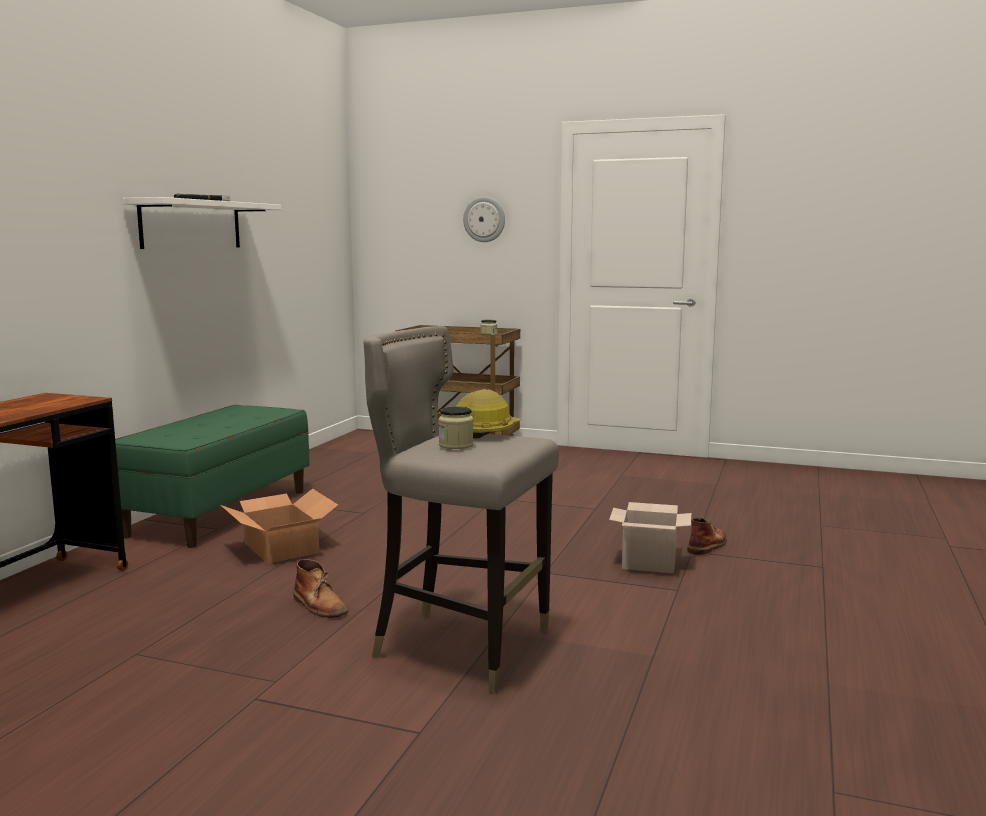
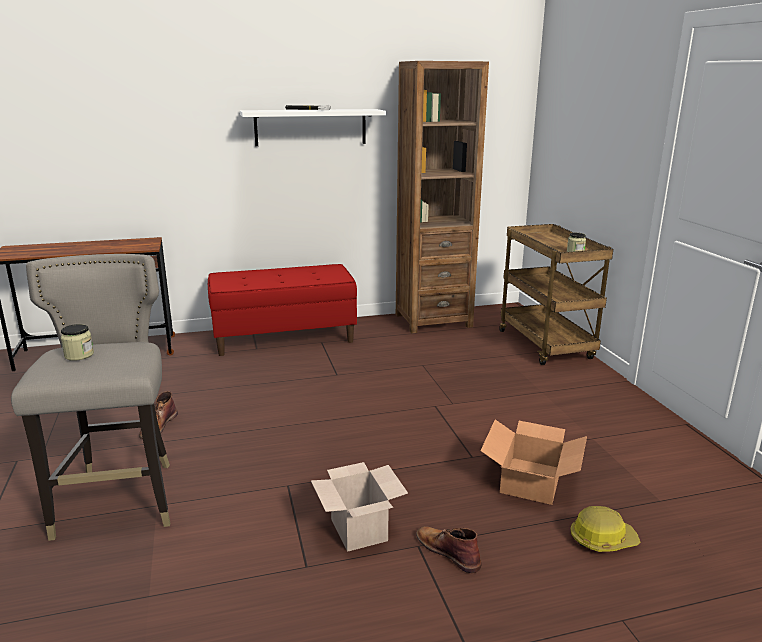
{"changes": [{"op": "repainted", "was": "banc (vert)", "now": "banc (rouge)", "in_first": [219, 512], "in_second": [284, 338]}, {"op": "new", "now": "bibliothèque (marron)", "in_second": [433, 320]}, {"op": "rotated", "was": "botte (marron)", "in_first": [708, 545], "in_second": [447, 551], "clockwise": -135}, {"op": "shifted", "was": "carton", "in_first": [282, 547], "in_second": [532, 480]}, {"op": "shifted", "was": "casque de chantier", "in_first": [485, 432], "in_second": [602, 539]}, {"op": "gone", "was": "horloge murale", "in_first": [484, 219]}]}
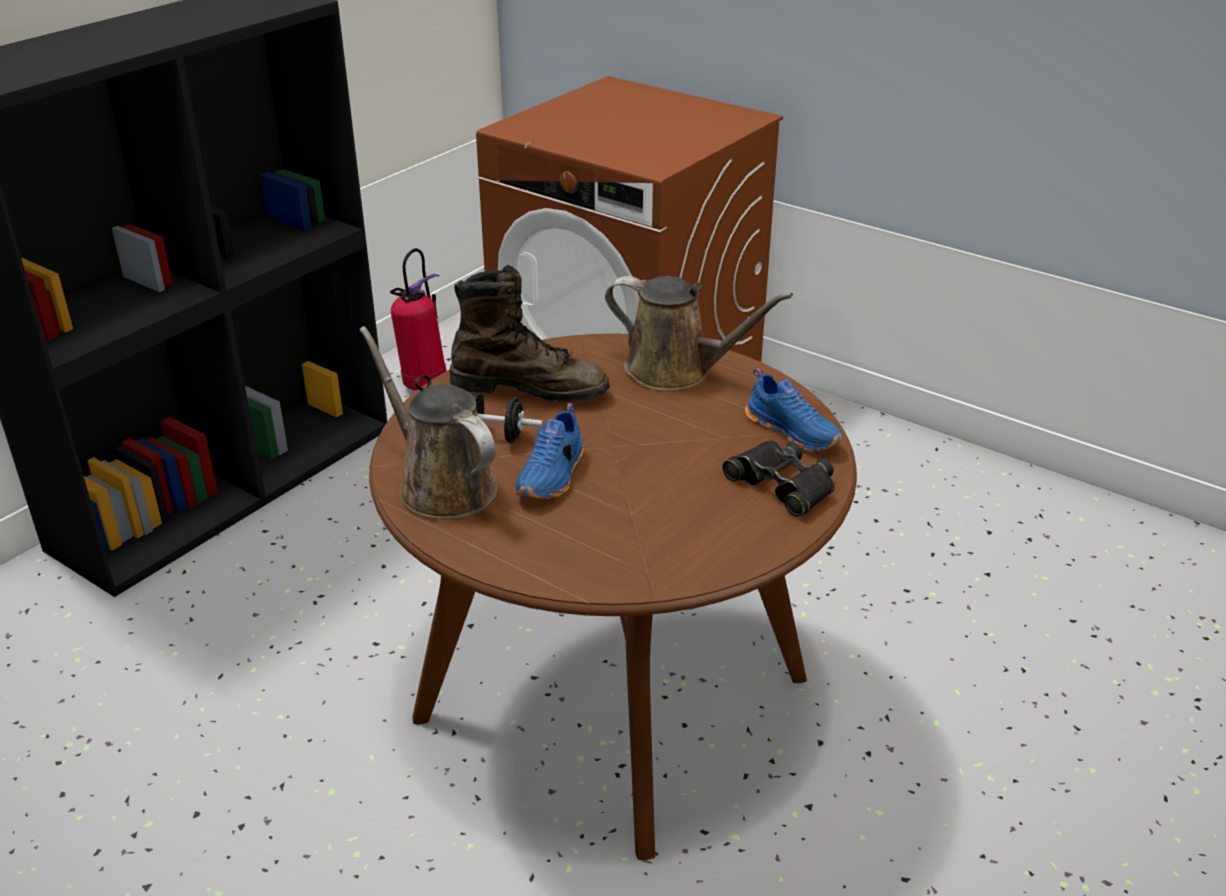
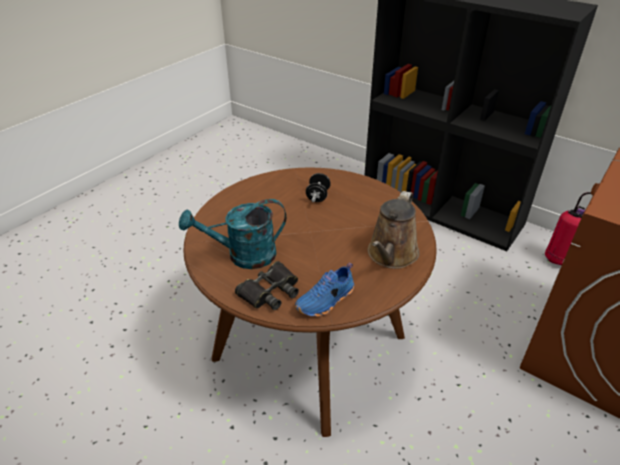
{"changes": [{"op": "new", "now": "arrosoir (turquoise)", "in_second": [243, 256]}, {"op": "gone", "was": "arrosoir (marron)", "in_first": [441, 485]}, {"op": "gone", "was": "botte (marron)", "in_first": [530, 388]}, {"op": "gone", "was": "chaussure (bleu)", "in_first": [553, 476]}]}
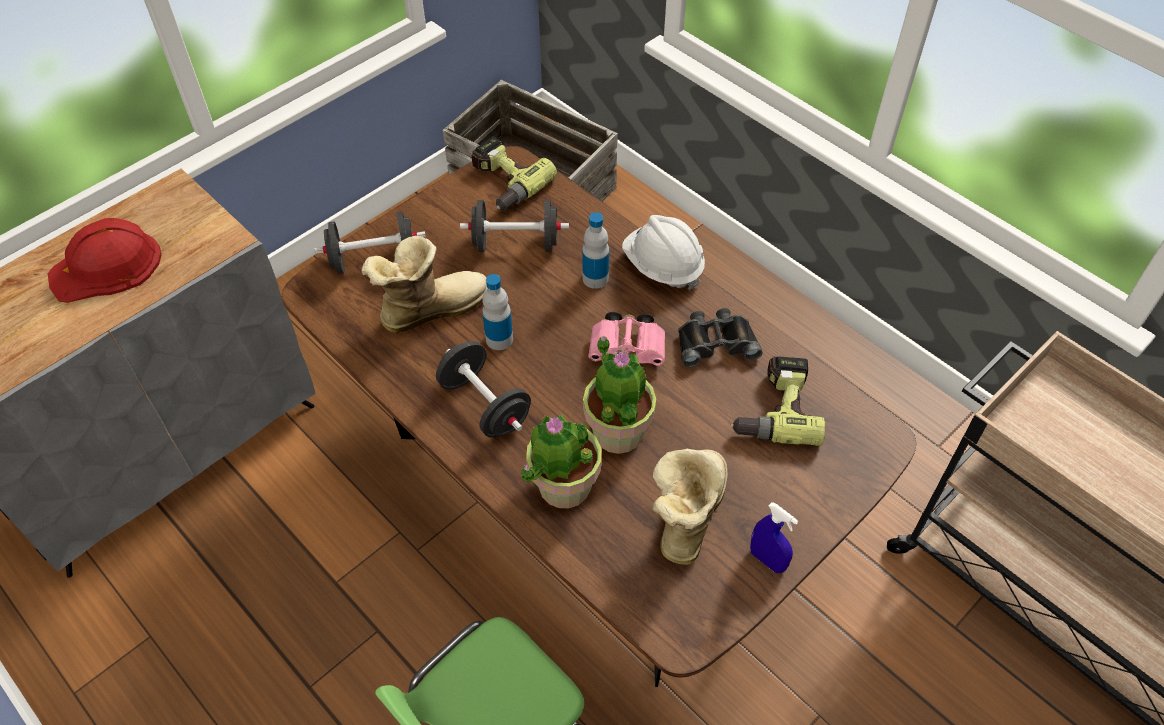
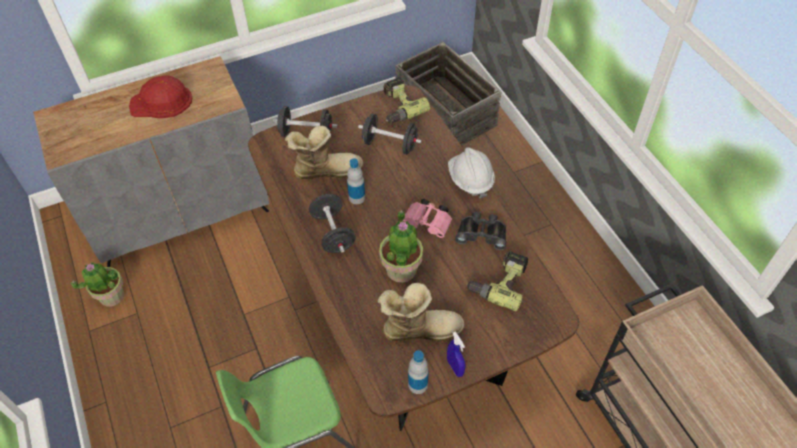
{"changes": [{"op": "shifted", "was": "plante en pot", "in_first": [563, 486], "in_second": [111, 296]}, {"op": "rotated", "was": "botte", "in_first": [686, 515], "in_second": [419, 328], "clockwise": 45}, {"op": "shifted", "was": "bouteille", "in_first": [595, 278], "in_second": [418, 384]}]}
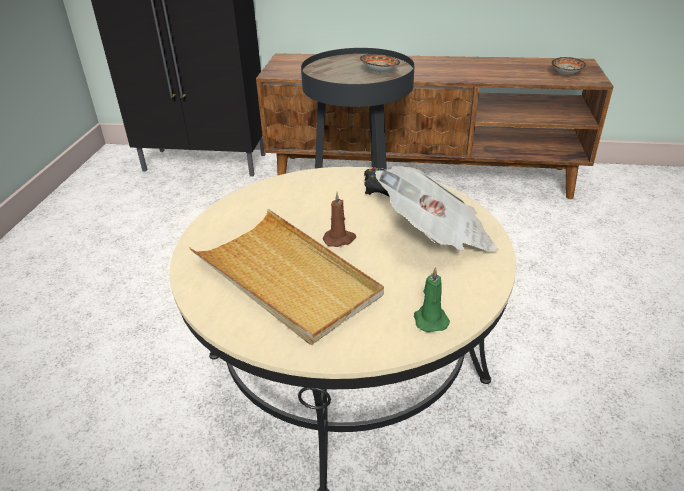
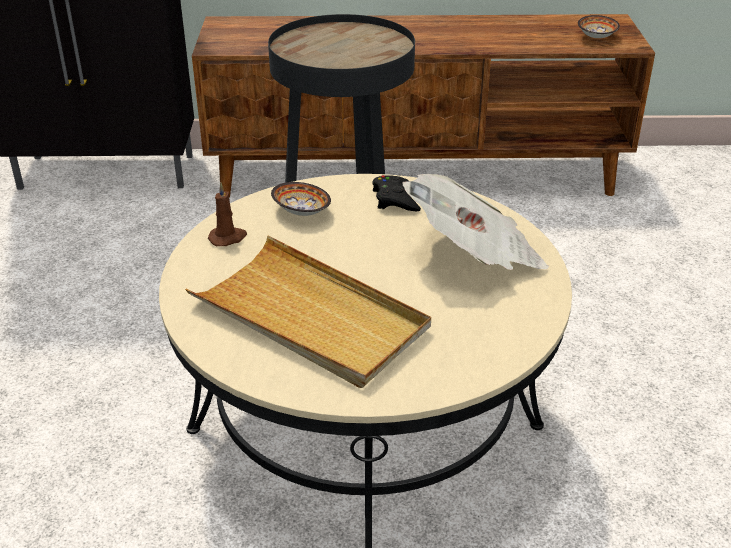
{"changes": [{"op": "shifted", "was": "bougie (marron)", "in_first": [340, 239], "in_second": [228, 238]}, {"op": "shifted", "was": "bol", "in_first": [379, 72], "in_second": [301, 212]}, {"op": "gone", "was": "bougie (vert)", "in_first": [430, 319]}]}
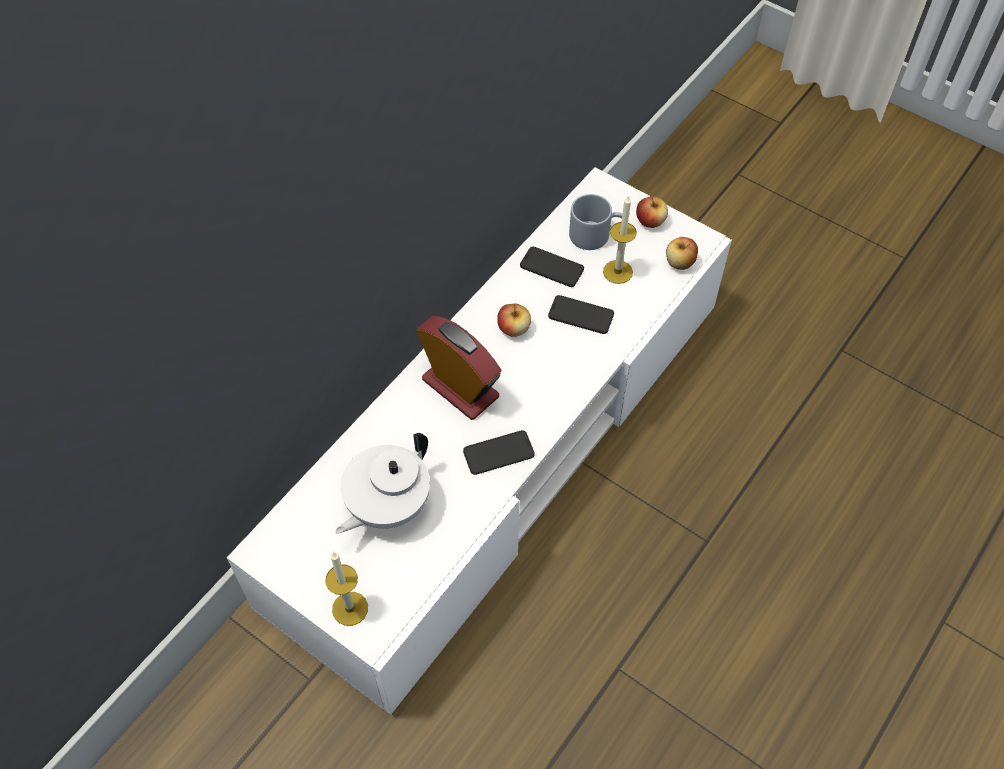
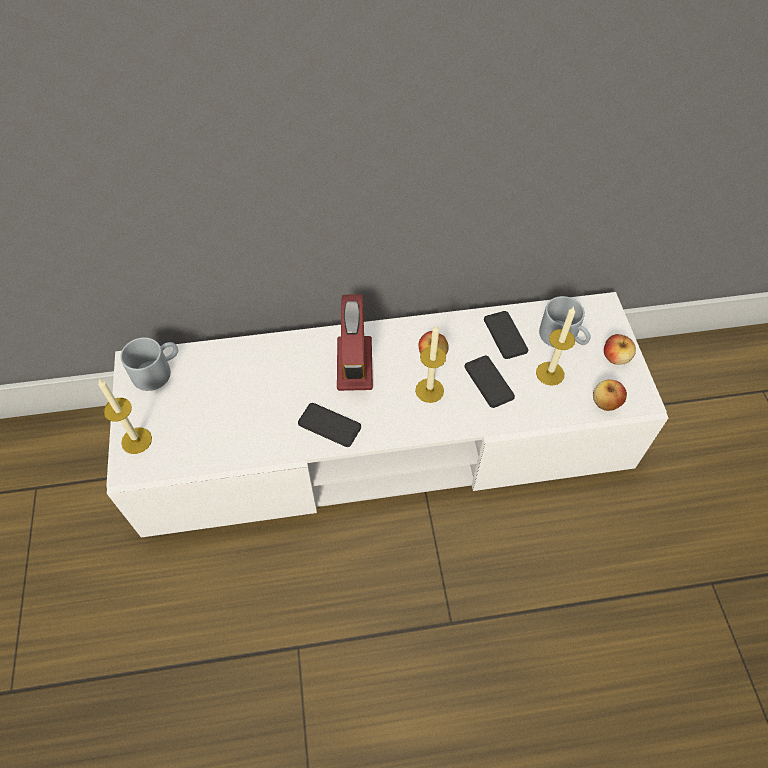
{"changes": [{"op": "new", "now": "mug (gris)", "in_second": [157, 370]}, {"op": "new", "now": "bougie", "in_second": [429, 390]}, {"op": "gone", "was": "théière (blanc)", "in_first": [387, 505]}]}
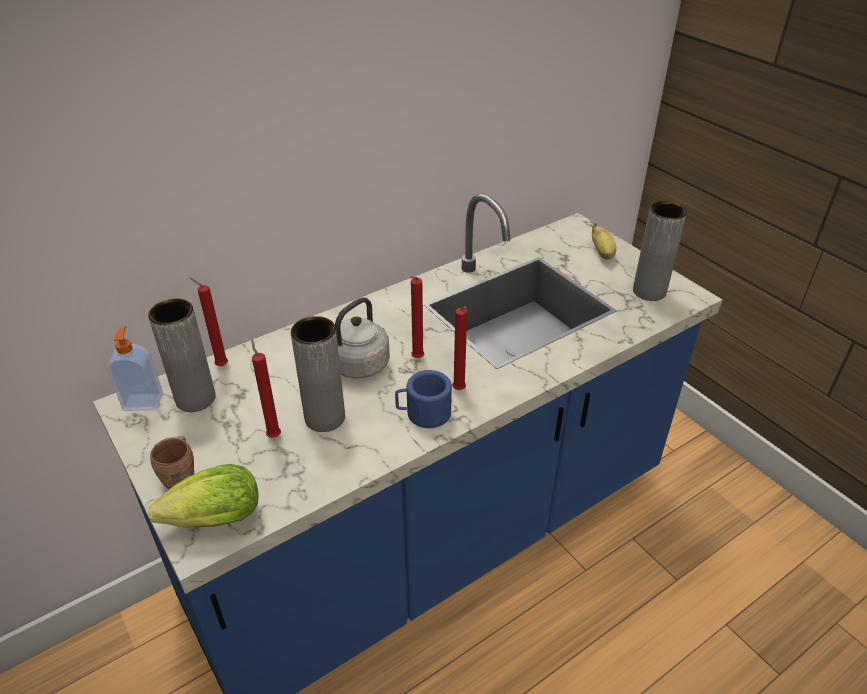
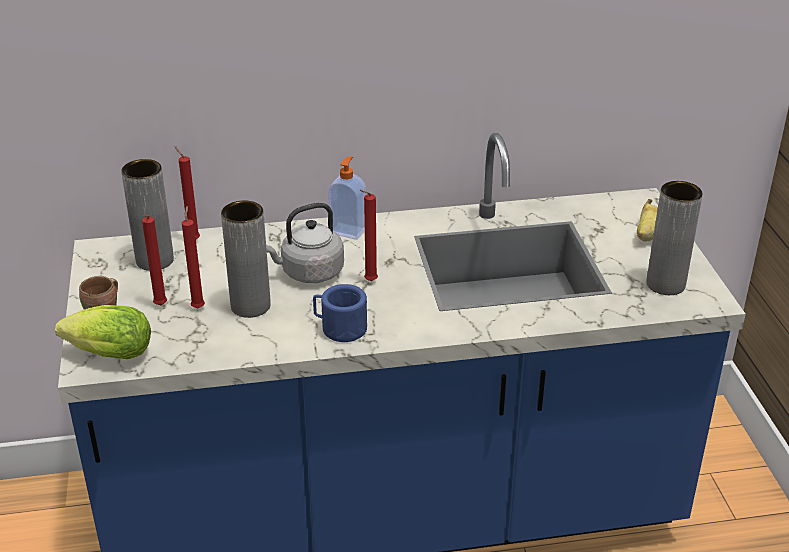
{"changes": [{"op": "shifted", "was": "bougie (rouge)", "in_first": [459, 391], "in_second": [160, 306]}, {"op": "shifted", "was": "distributeur de savon", "in_first": [143, 401], "in_second": [348, 231]}]}
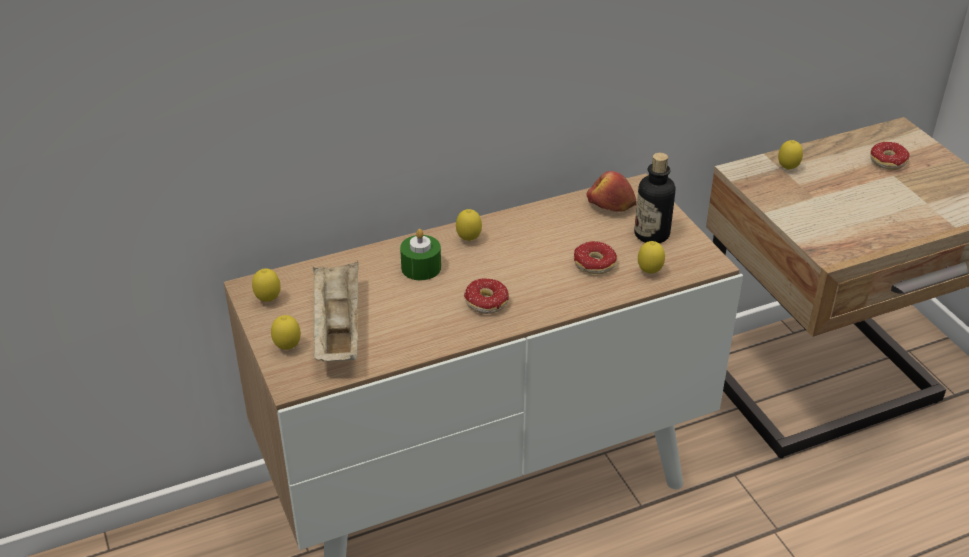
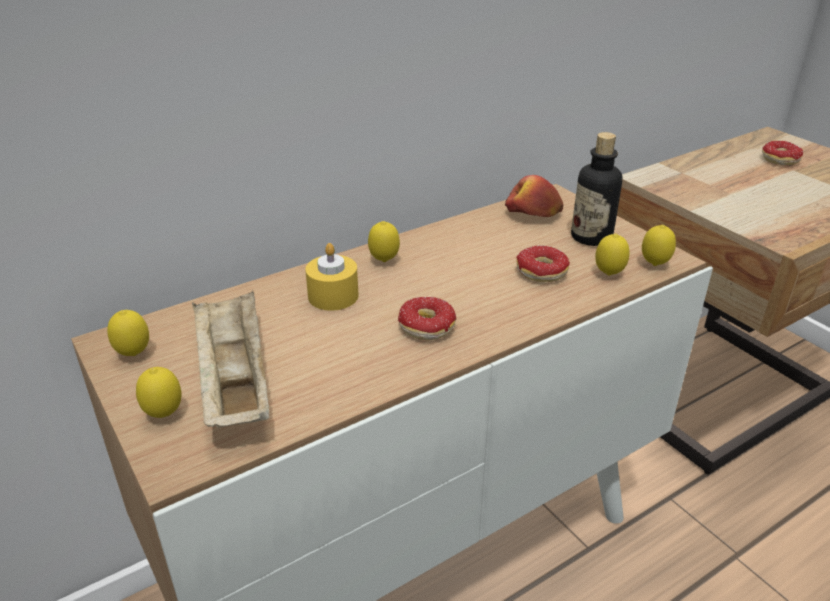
{"changes": [{"op": "repainted", "was": "bougie (vert)", "now": "bougie (jaune)", "in_first": [421, 267], "in_second": [333, 296]}, {"op": "shifted", "was": "citron", "in_first": [787, 169], "in_second": [654, 265]}]}
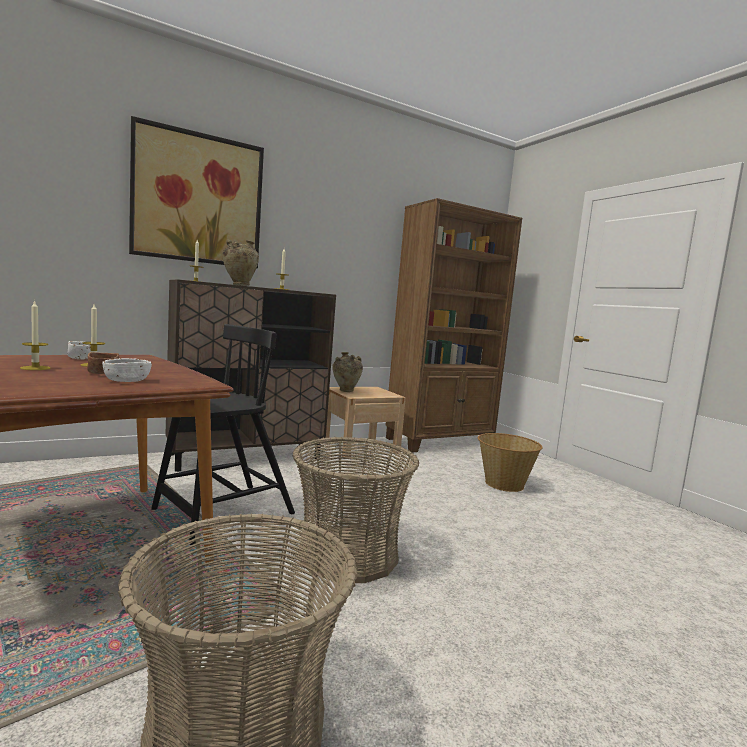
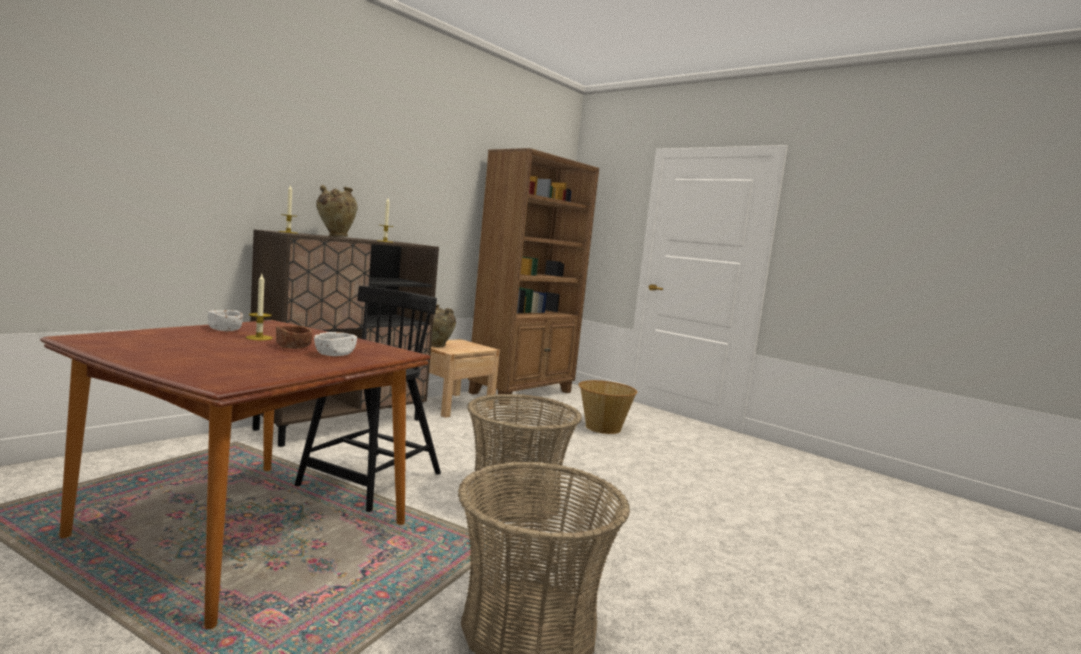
{"changes": [{"op": "gone", "was": "bougie", "in_first": [35, 368]}, {"op": "gone", "was": "tableau", "in_first": [198, 199]}]}
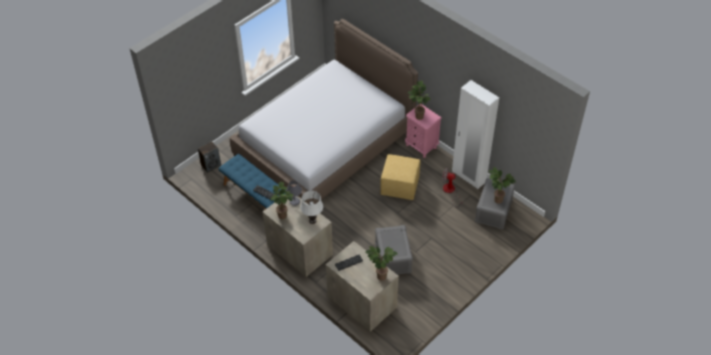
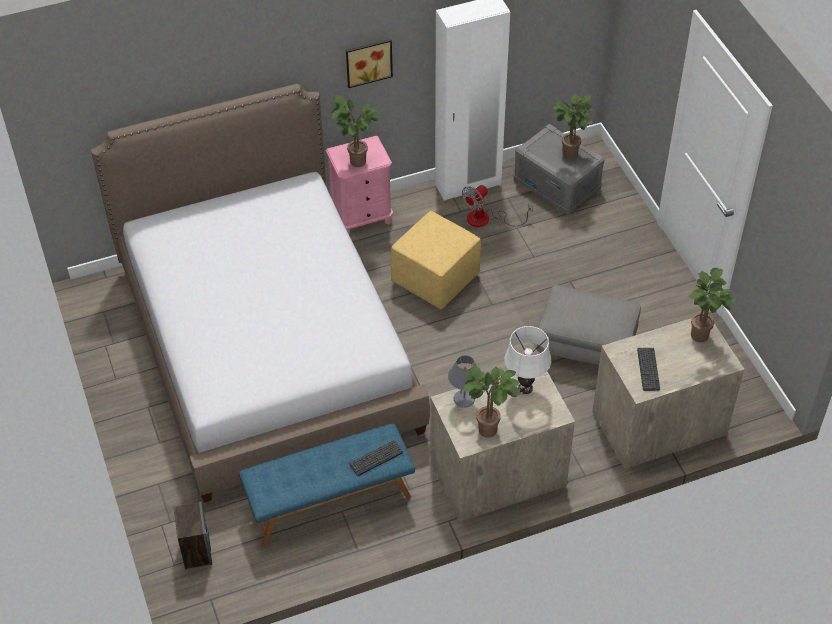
{"changes": [{"op": "new", "now": "tableau", "in_second": [368, 61]}, {"op": "swapped", "was": "boîte de rangement (gris)", "now": "pouf (gris)", "in_first": [393, 258], "in_second": [586, 346]}]}
